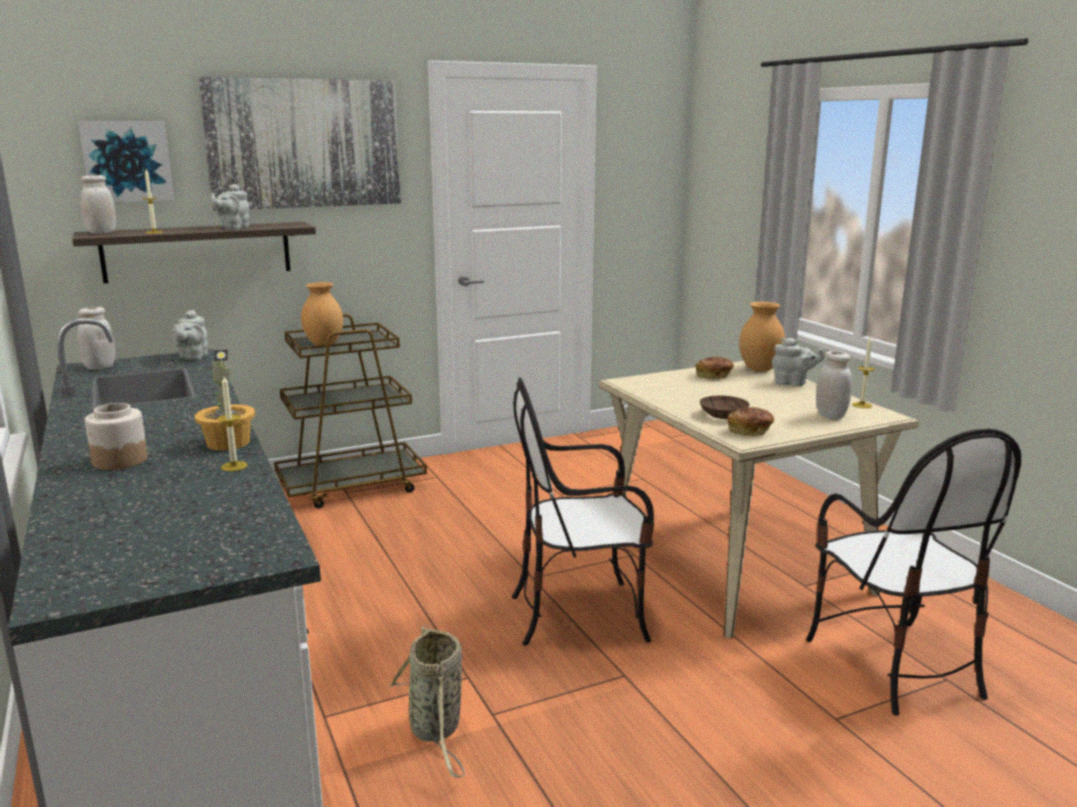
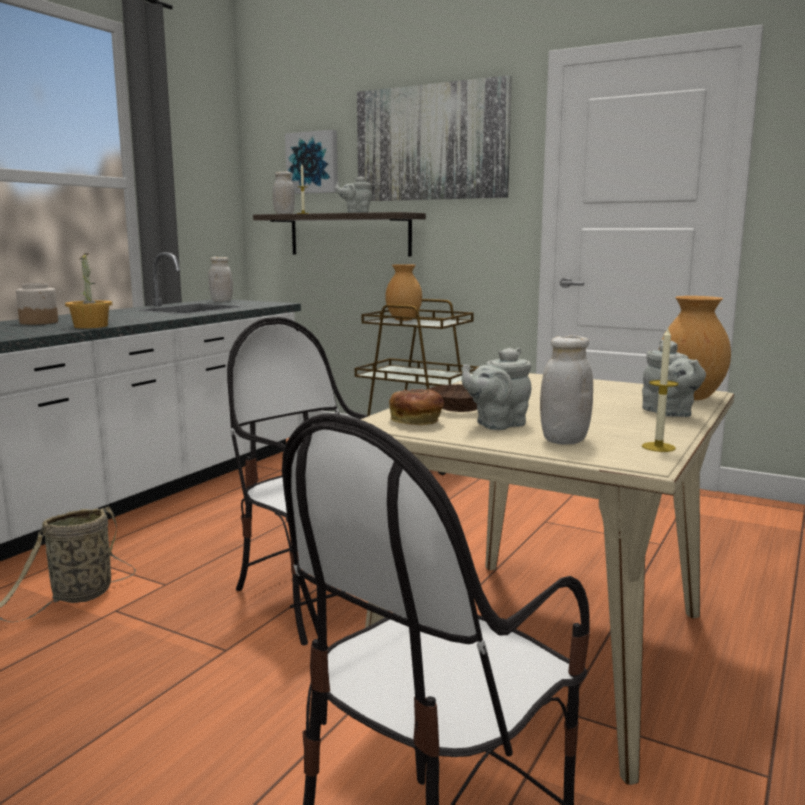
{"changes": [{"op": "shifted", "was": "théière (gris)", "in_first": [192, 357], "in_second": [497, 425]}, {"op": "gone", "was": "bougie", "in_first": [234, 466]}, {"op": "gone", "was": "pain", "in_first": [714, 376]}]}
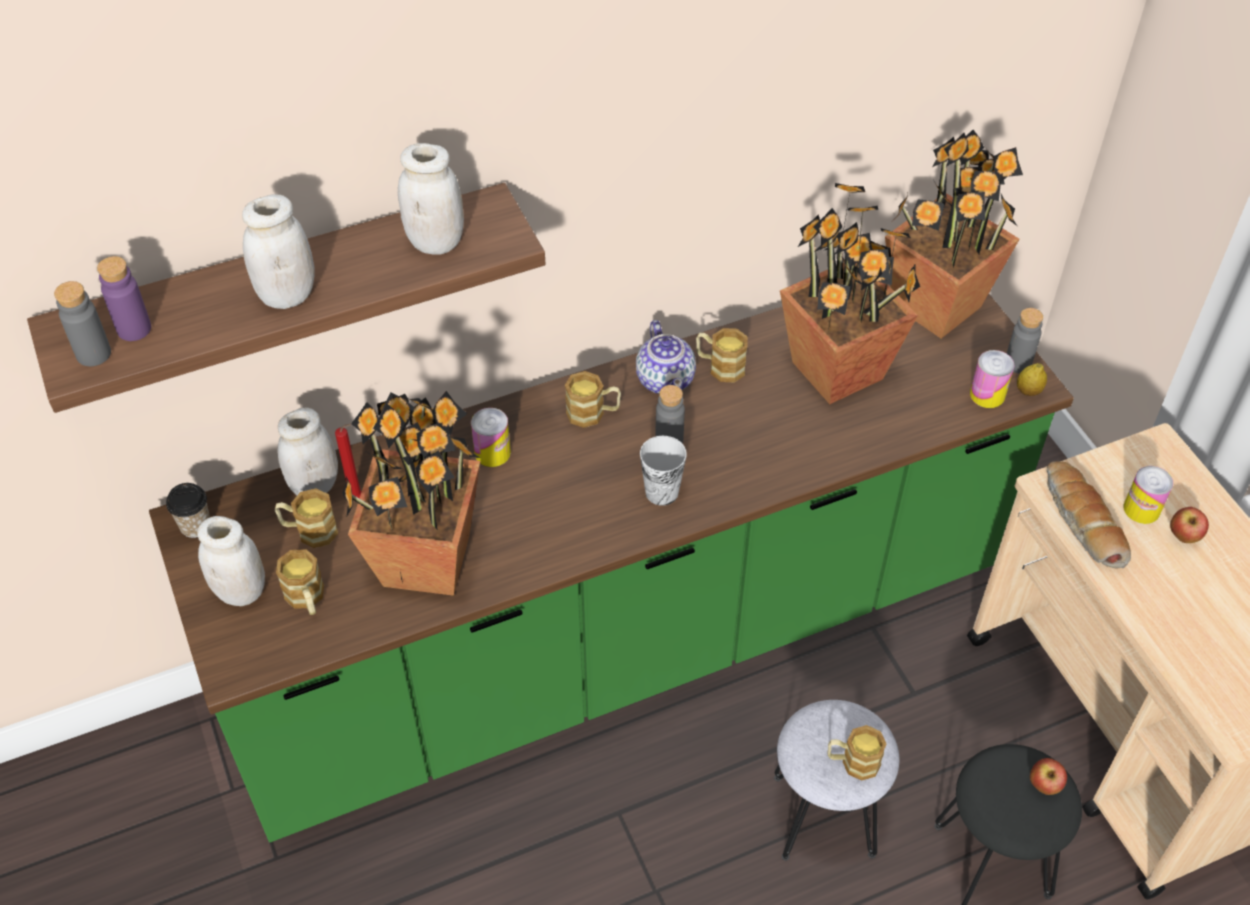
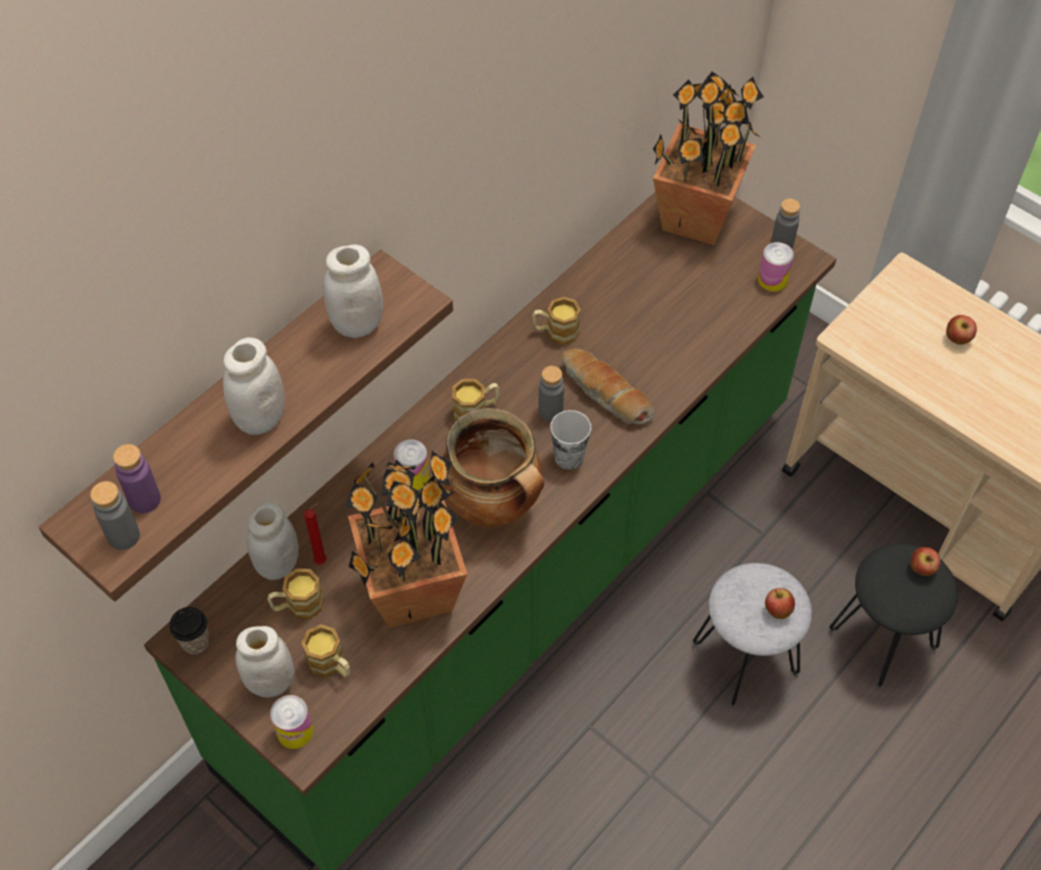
{"changes": [{"op": "shifted", "was": "boîte métallique", "in_first": [1141, 509], "in_second": [295, 731]}, {"op": "new", "now": "marmite", "in_second": [494, 505]}, {"op": "shifted", "was": "pain", "in_first": [1081, 522], "in_second": [604, 394]}, {"op": "swapped", "was": "mug", "now": "pomme", "in_first": [852, 762], "in_second": [777, 610]}, {"op": "gone", "was": "théière", "in_first": [665, 379]}, {"op": "gone", "was": "plante en pot", "in_first": [839, 371]}, {"op": "gone", "was": "citron", "in_first": [1028, 391]}]}
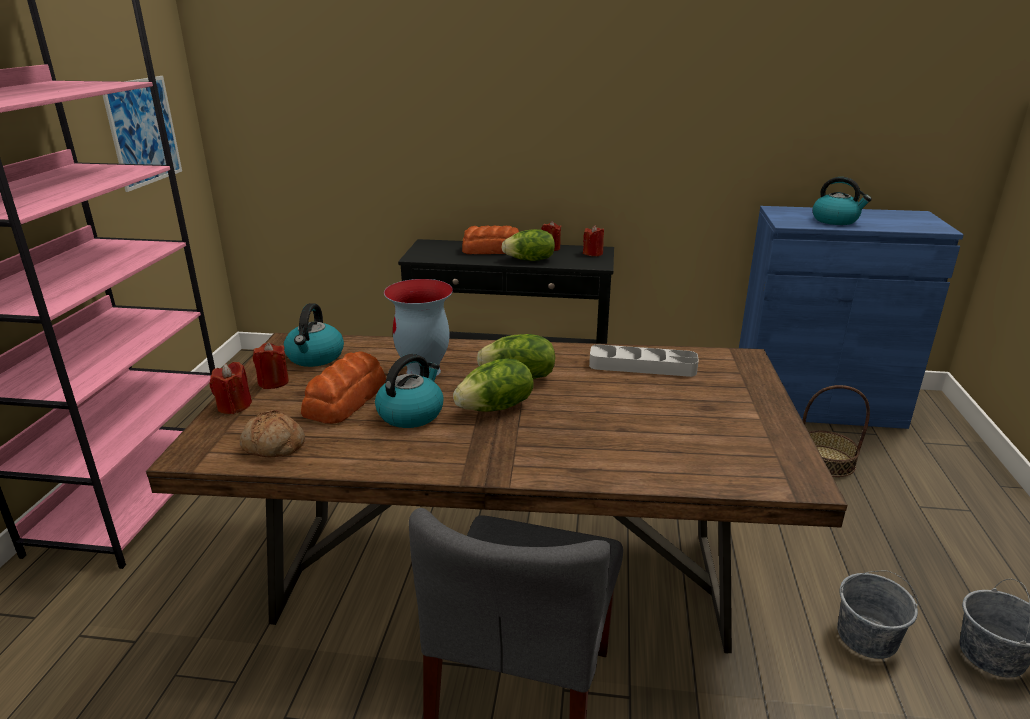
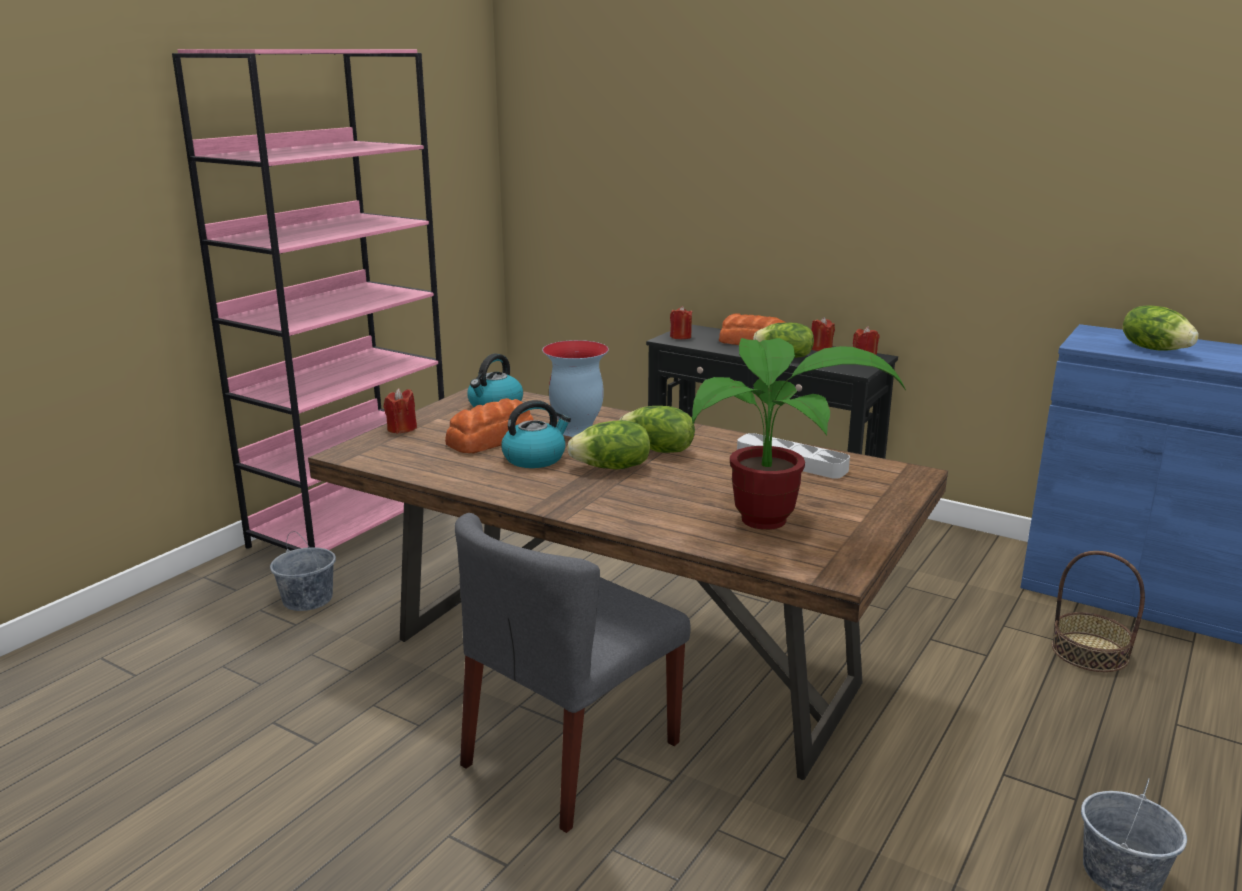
{"changes": [{"op": "shifted", "was": "seau (gris)", "in_first": [867, 637], "in_second": [308, 600]}, {"op": "shifted", "was": "bougie (rouge)", "in_first": [273, 382], "in_second": [680, 337]}, {"op": "new", "now": "plante en pot", "in_second": [773, 519]}, {"op": "swapped", "was": "bouilloire", "now": "laitue", "in_first": [835, 220], "in_second": [1155, 349]}, {"op": "gone", "was": "tableau", "in_first": [143, 132]}, {"op": "gone", "was": "pain", "in_first": [273, 446]}]}
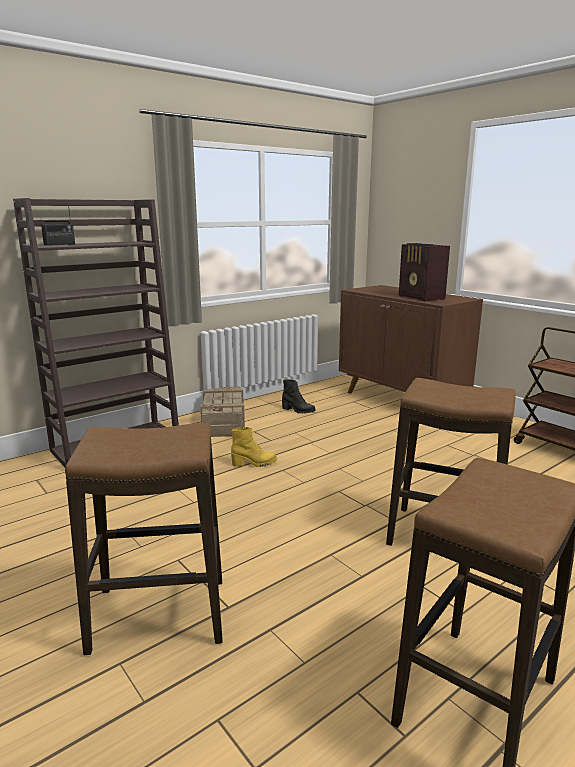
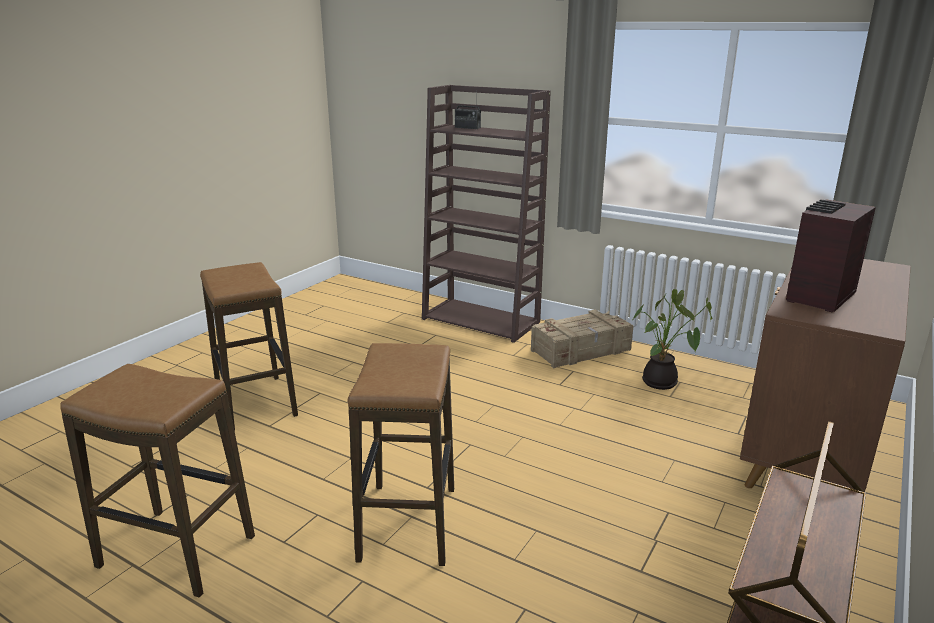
{"changes": [{"op": "swapped", "was": "botte (noir)", "now": "plante en pot", "in_first": [298, 410], "in_second": [662, 384]}, {"op": "gone", "was": "botte (jaune)", "in_first": [254, 463]}]}
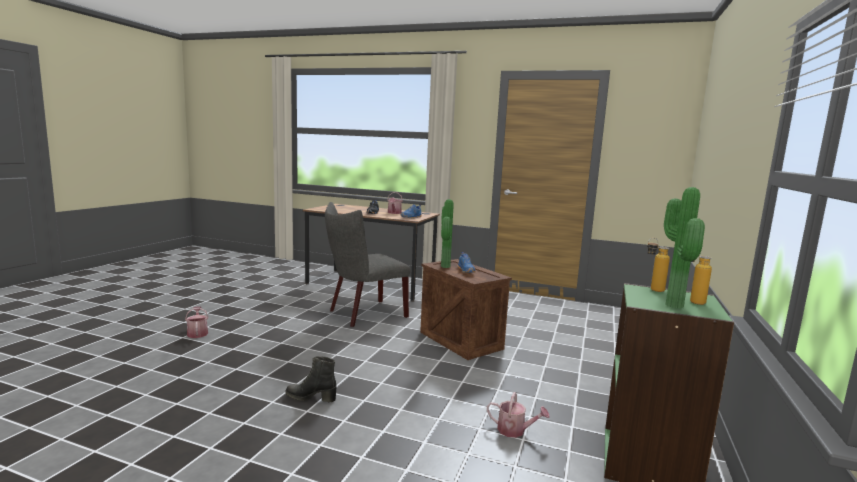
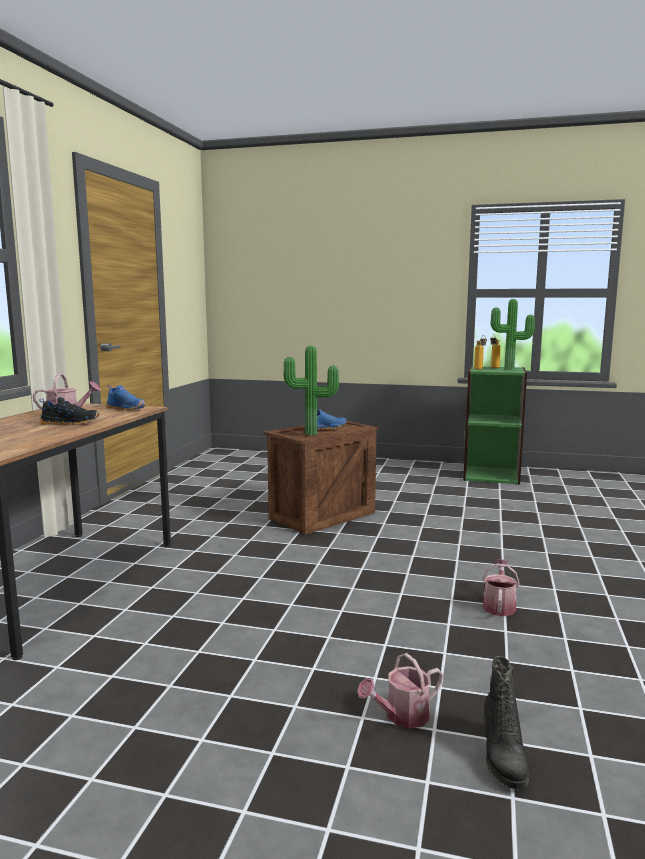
{"changes": [{"op": "shifted", "was": "arrosoir", "in_first": [515, 431], "in_second": [499, 606]}, {"op": "shifted", "was": "botte (noir)", "in_first": [311, 397], "in_second": [502, 757]}, {"op": "gone", "was": "chaise (gris)", "in_first": [363, 314]}]}
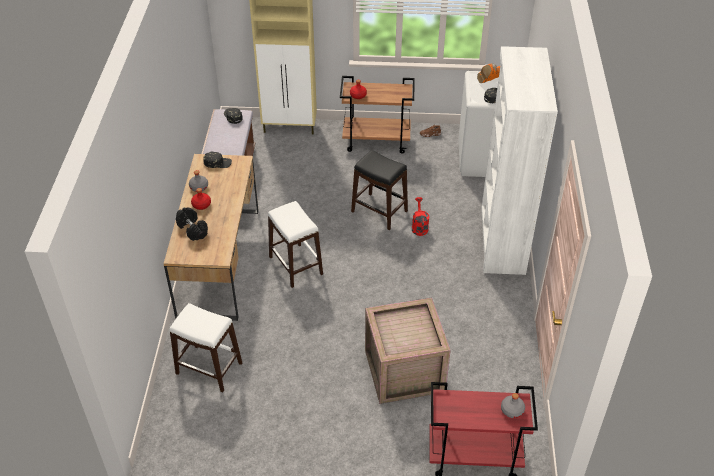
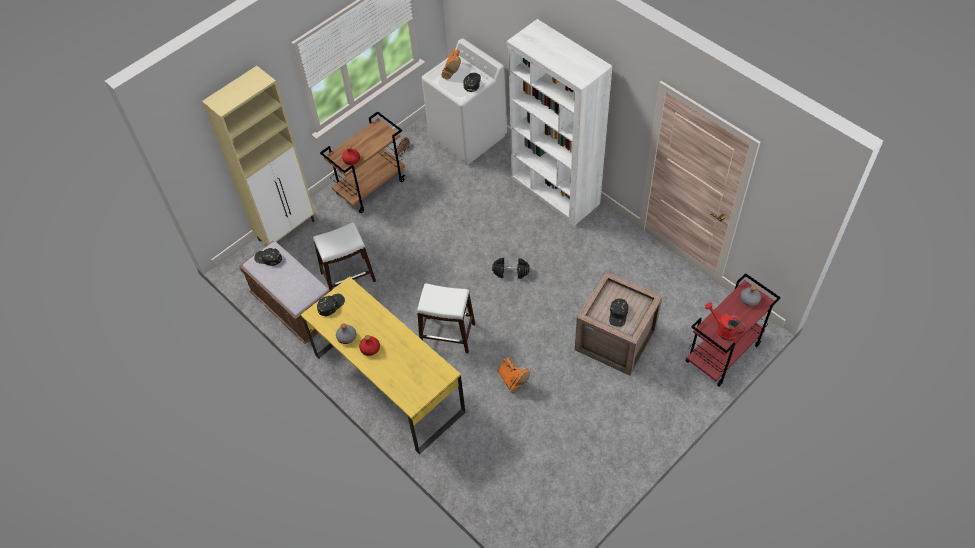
{"changes": [{"op": "repainted", "was": "bureau (marron)", "now": "bureau (jaune)", "in_first": [219, 261], "in_second": [389, 383]}, {"op": "shifted", "was": "tabouret (blanc)", "in_first": [209, 369], "in_second": [348, 277]}, {"op": "shifted", "was": "haltère (noir)", "in_first": [193, 229], "in_second": [511, 272]}, {"op": "new", "now": "botte (orange)", "in_second": [512, 381]}, {"op": "new", "now": "casquette (noir)", "in_second": [618, 314]}, {"op": "shifted", "was": "arrosoir (rouge)", "in_first": [419, 226], "in_second": [723, 330]}, {"op": "gone", "was": "tabouret (noir)", "in_first": [379, 211]}]}
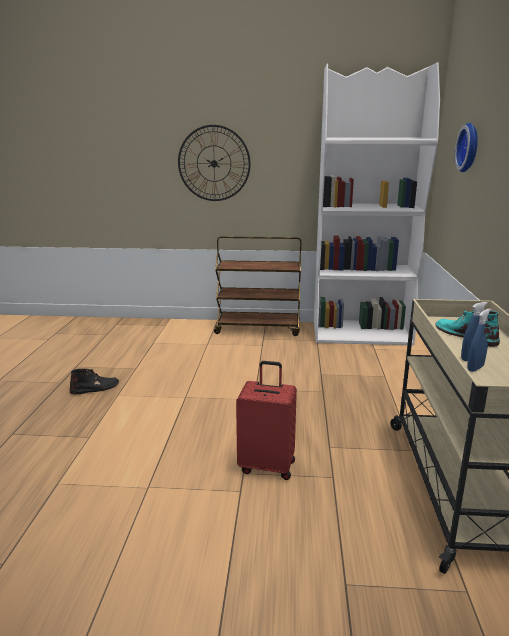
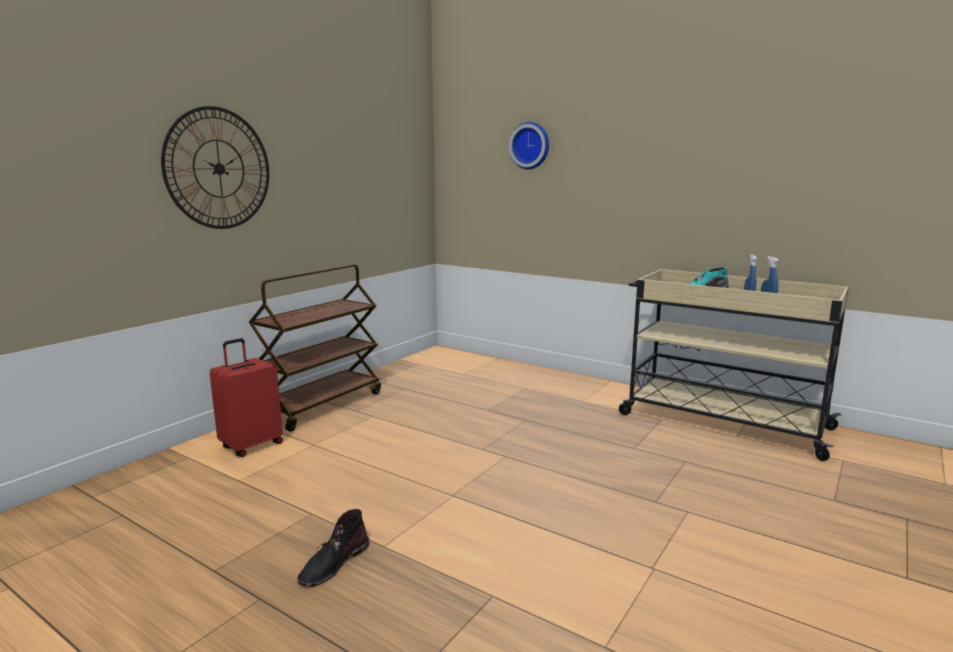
{"changes": [{"op": "shifted", "was": "valise (rouge)", "in_first": [267, 466], "in_second": [251, 445]}, {"op": "rotated", "was": "botte (noir)", "in_first": [95, 388], "in_second": [333, 563], "clockwise": -150}, {"op": "gone", "was": "bibliothèque (blanc)", "in_first": [361, 333]}]}
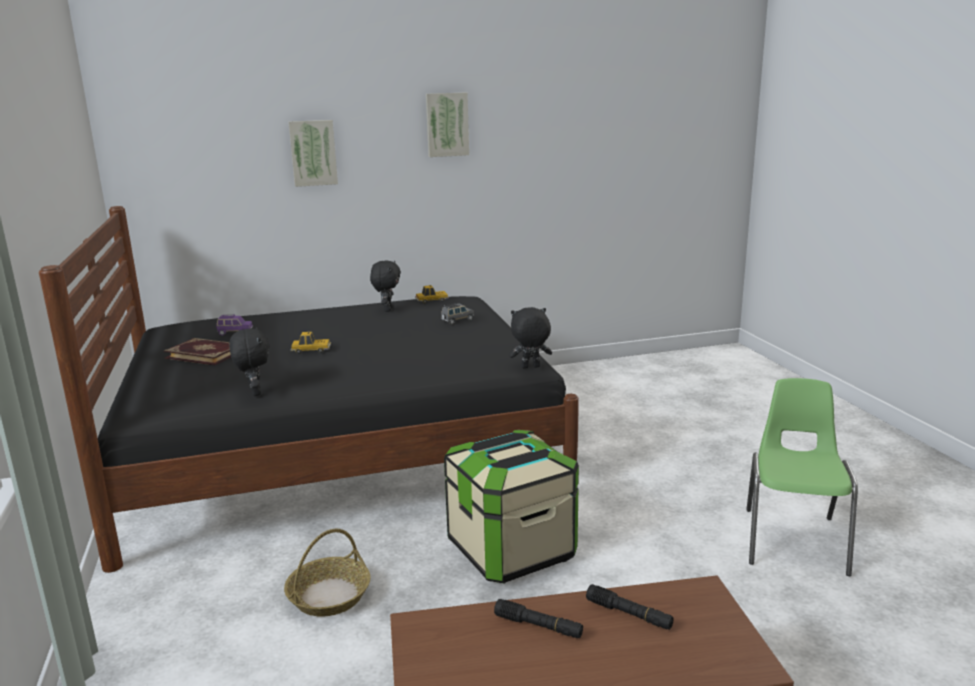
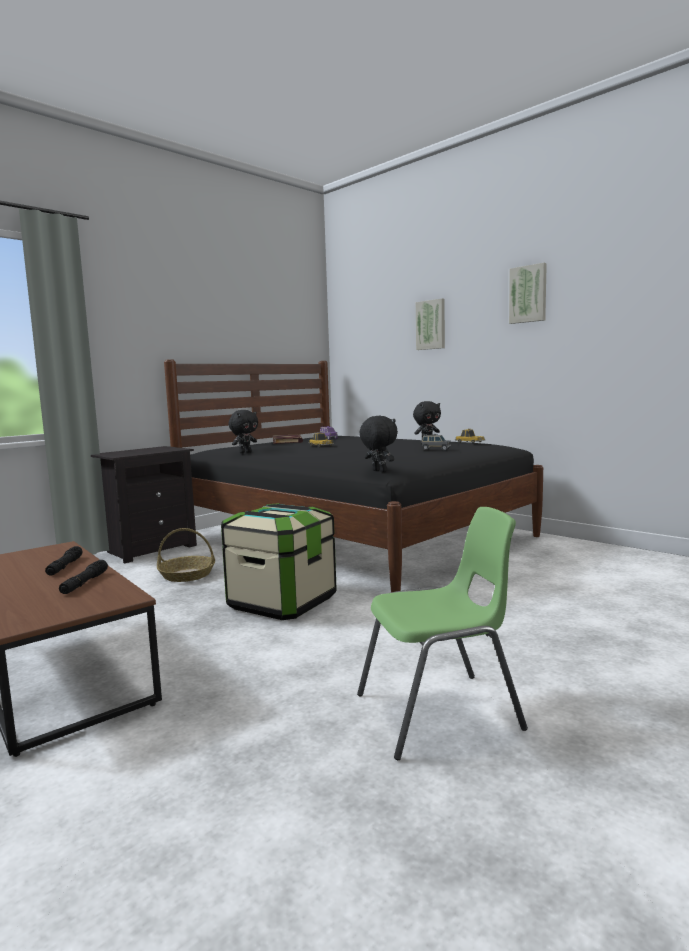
{"changes": [{"op": "new", "now": "table de chevet (noir)", "in_second": [150, 549]}]}
